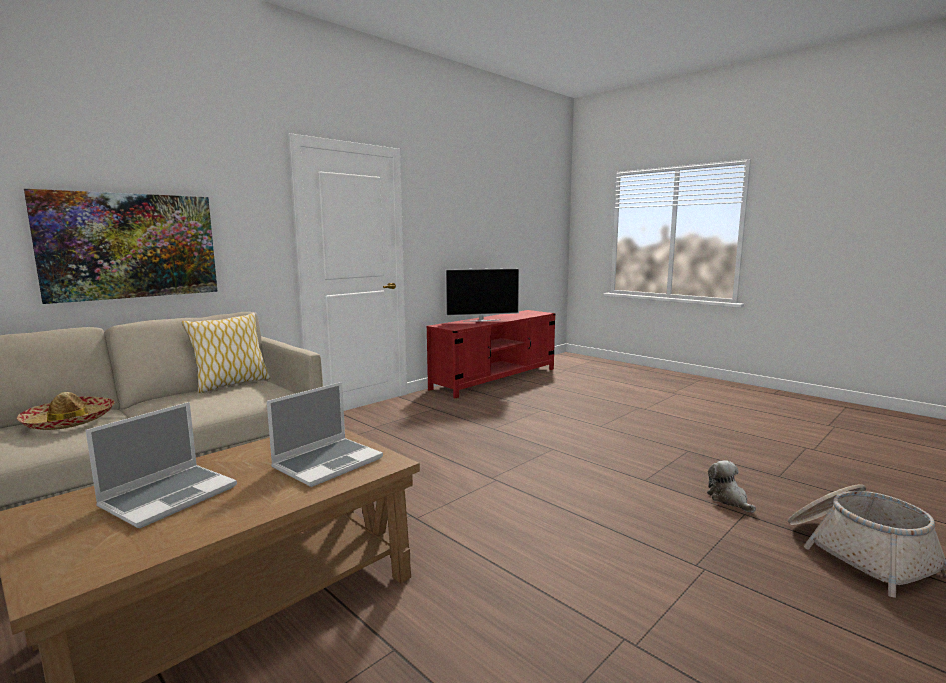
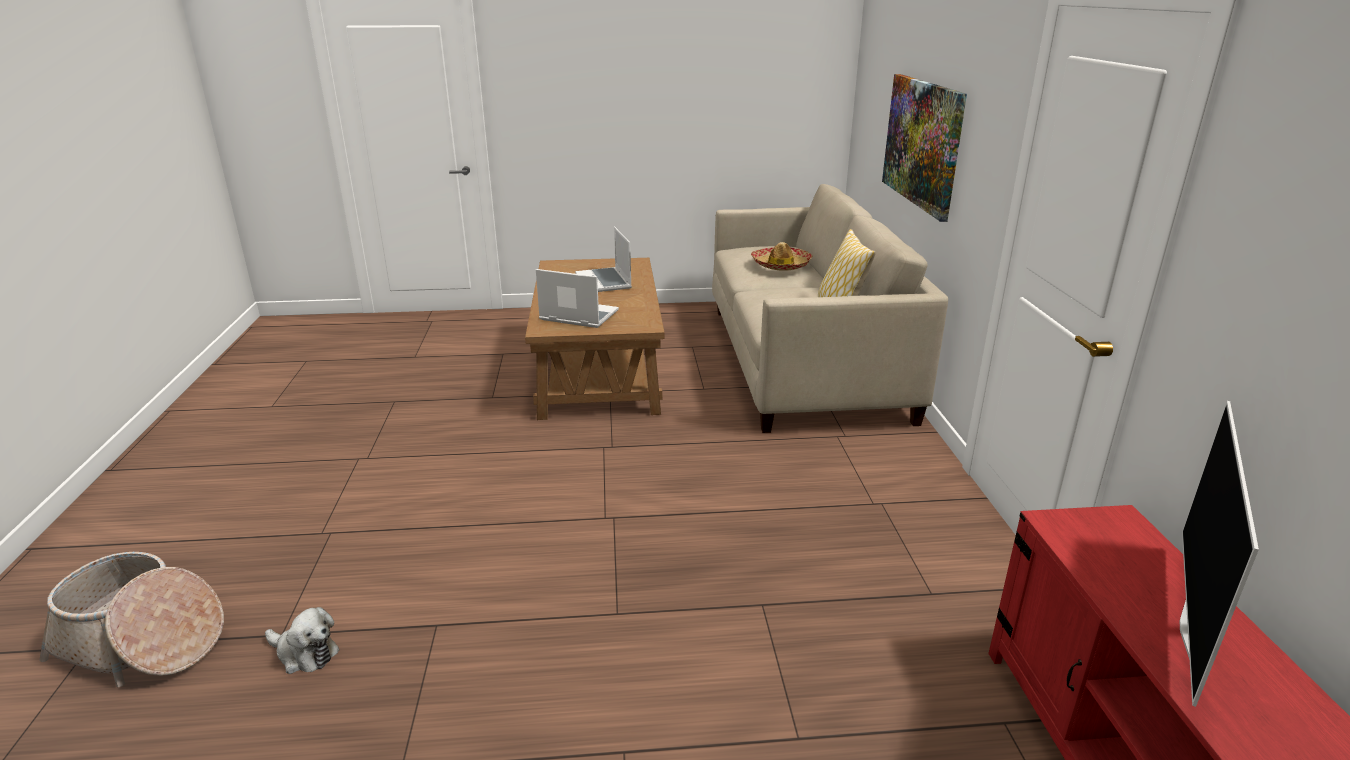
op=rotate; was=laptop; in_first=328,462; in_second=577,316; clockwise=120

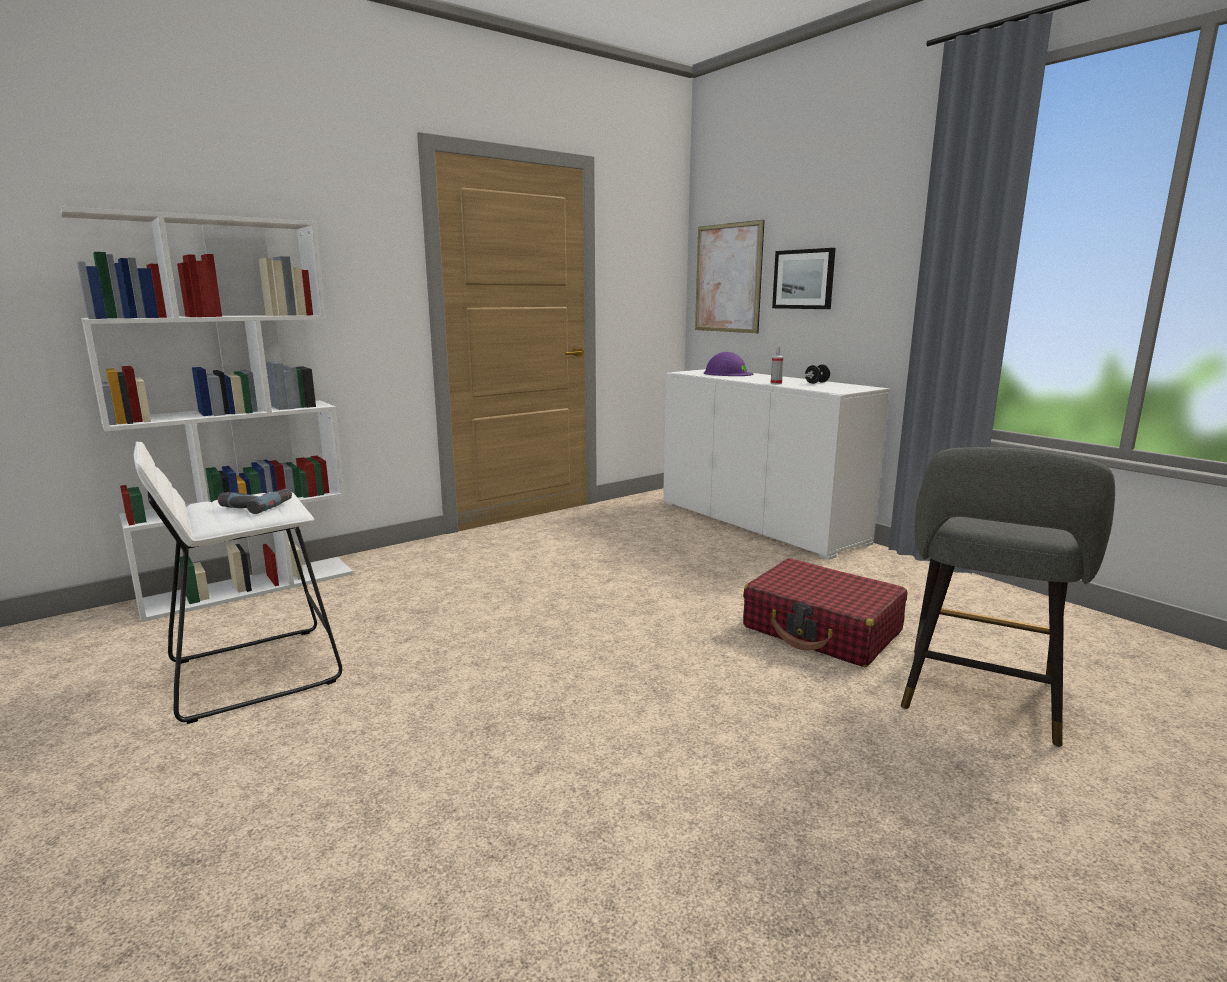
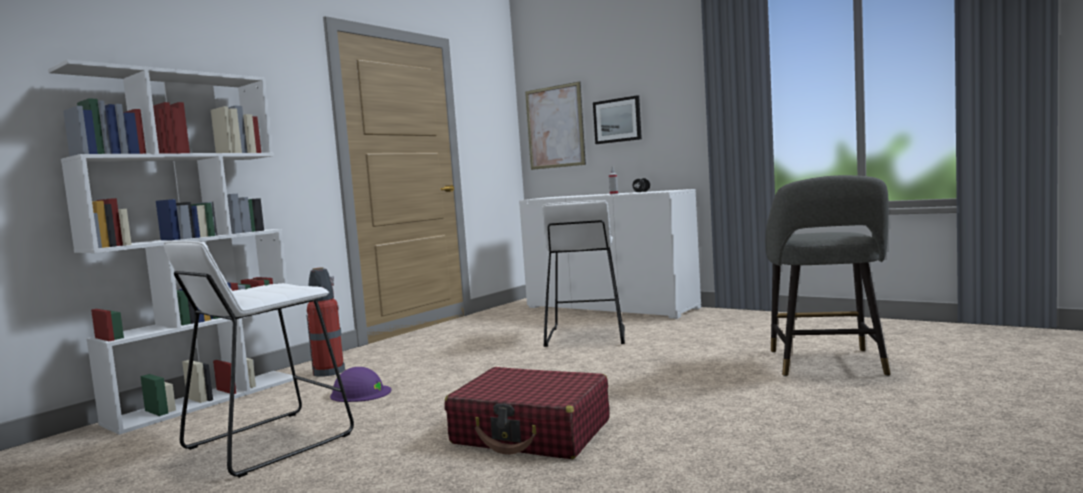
op=insert; now=fire-fighting cylinder; in_second=329,372
op=move; was=purple-coloured safety helmet; in_first=727,373; in_second=360,393
op=move; was=reddish travel case; in_first=822,630; in_second=532,432
op=insert; now=white sitting stool; in_second=585,336
op=delete; was=electric drill; in_first=255,505

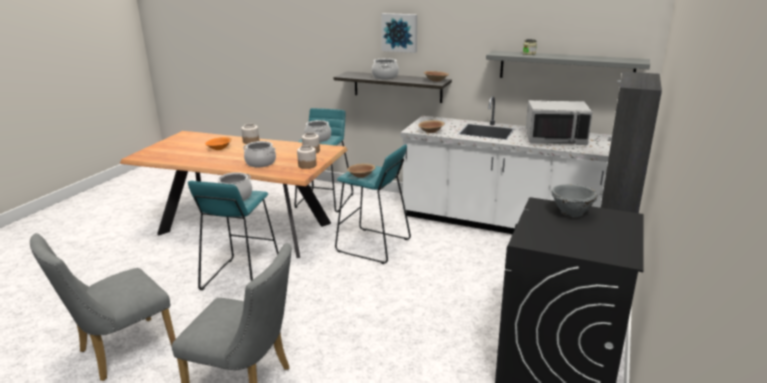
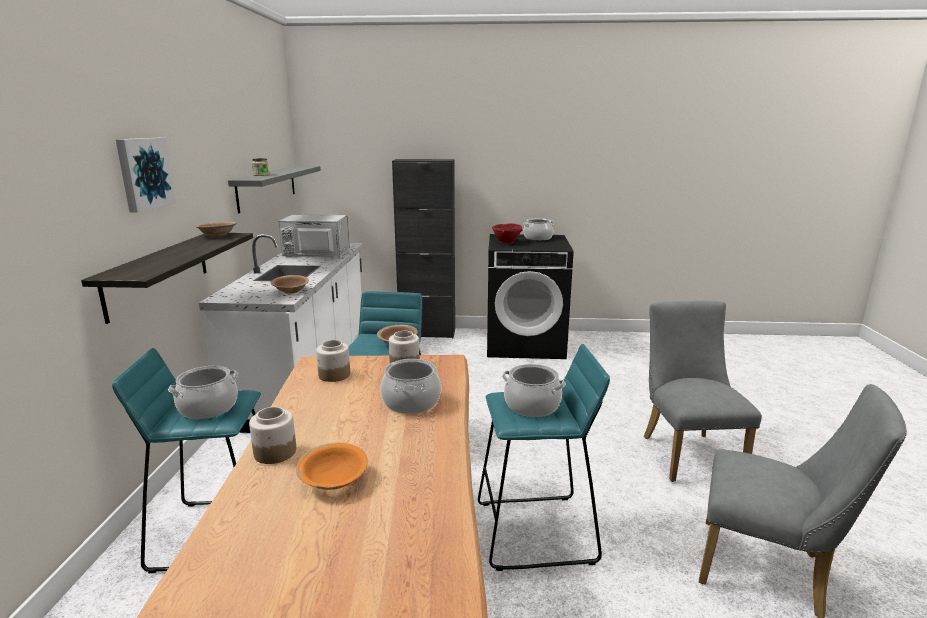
op=rotate; was=greyish microwave oven; in_first=555,139; in_second=316,254; clockwise=-75
op=recolor; was=greyish bowl; now=reddish bowl; in_first=571,213; in_second=506,242
op=move; was=stockpot; in_first=385,77; in_second=538,238

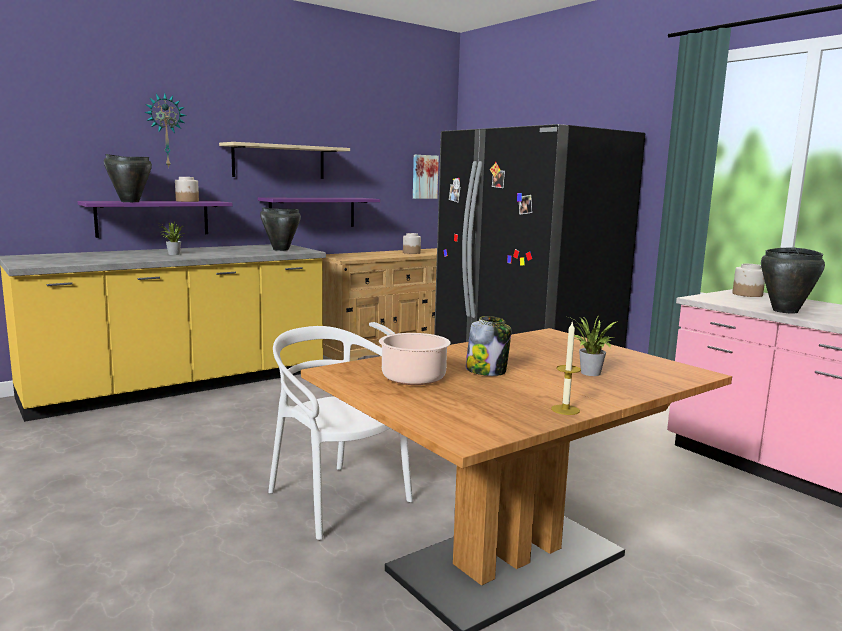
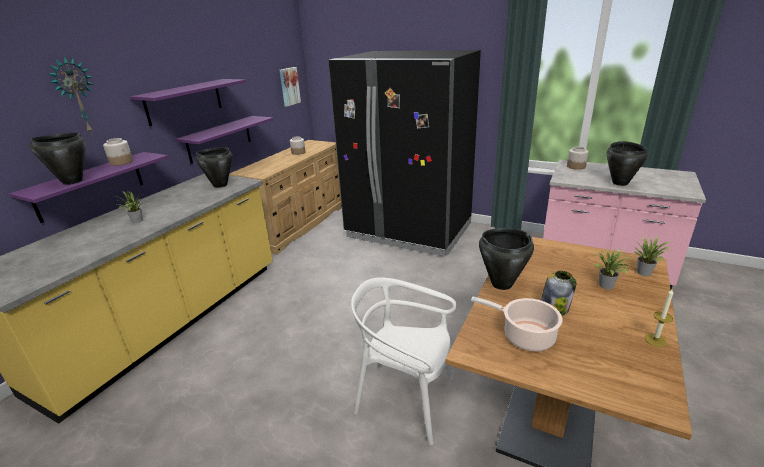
op=recolor; was=beige-coloured wall shelf; now=purple-coloured wall shelf; in_first=279,161; in_second=184,101
op=insert; now=black-coloured stockpot; in_second=501,284
op=insert; now=potted plant; in_second=644,272

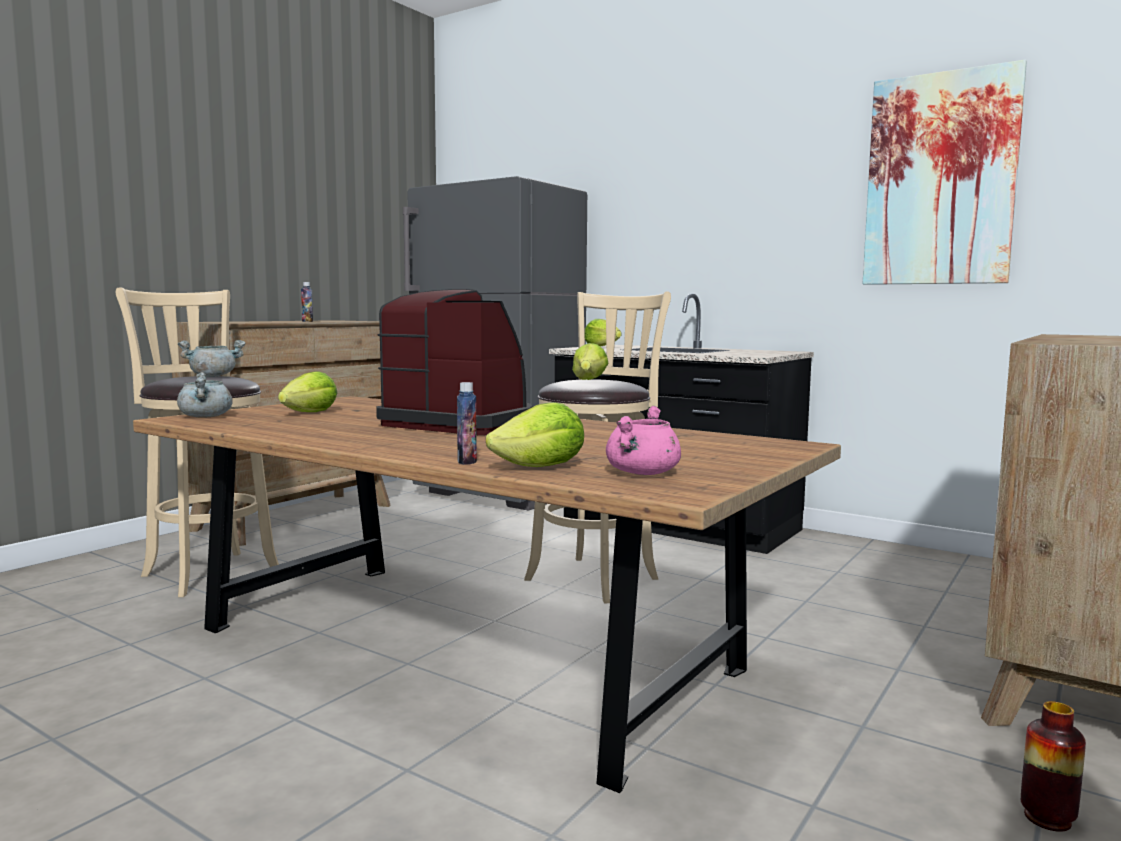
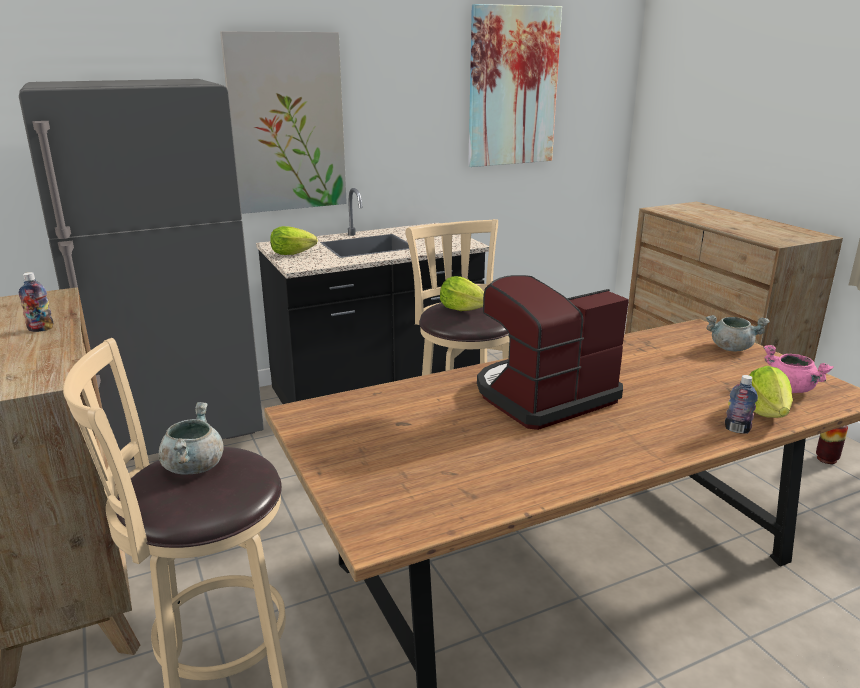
op=insert; now=wall art; in_second=287,123
op=move; was=greyish stockpot; in_first=206,417; in_second=731,348
op=delete; was=head of lettuce; in_first=310,413

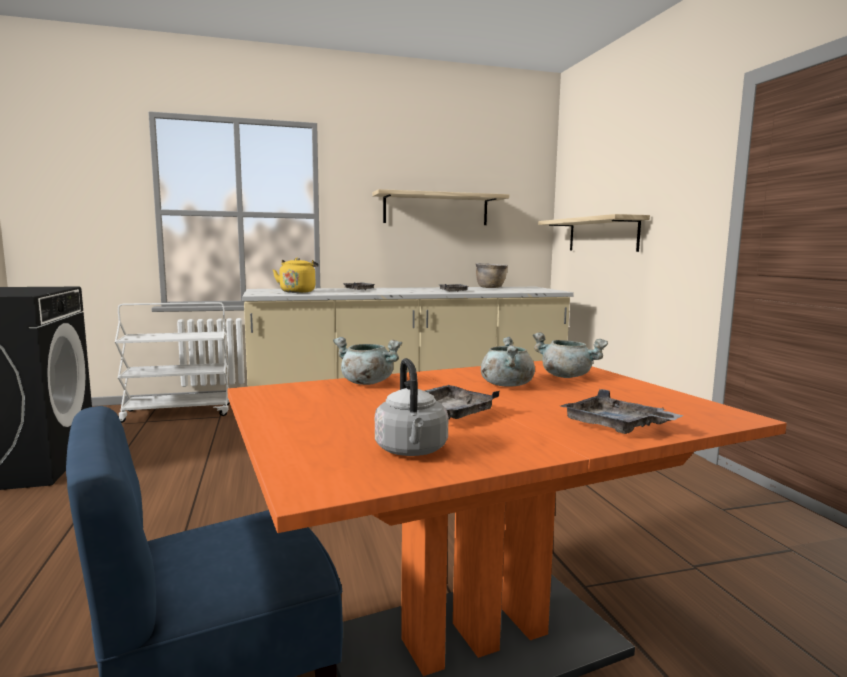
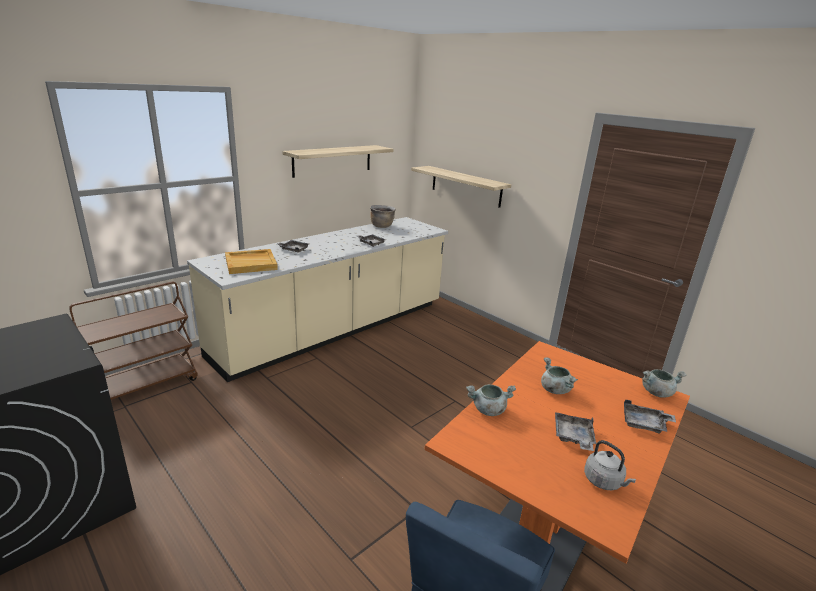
op=recolor; was=white cart; now=brownish cart; in_first=179,413; in_second=144,386
op=replace; was=yellow kettle; now=beige-coloured serving tray; in_first=298,291; in_second=251,263
op=move; was=greyish stockpot; in_first=567,376; in_second=657,392

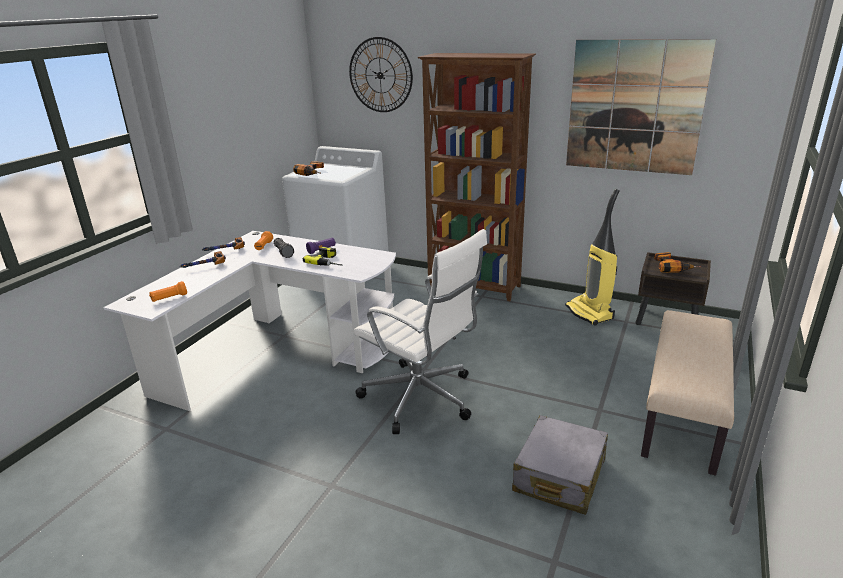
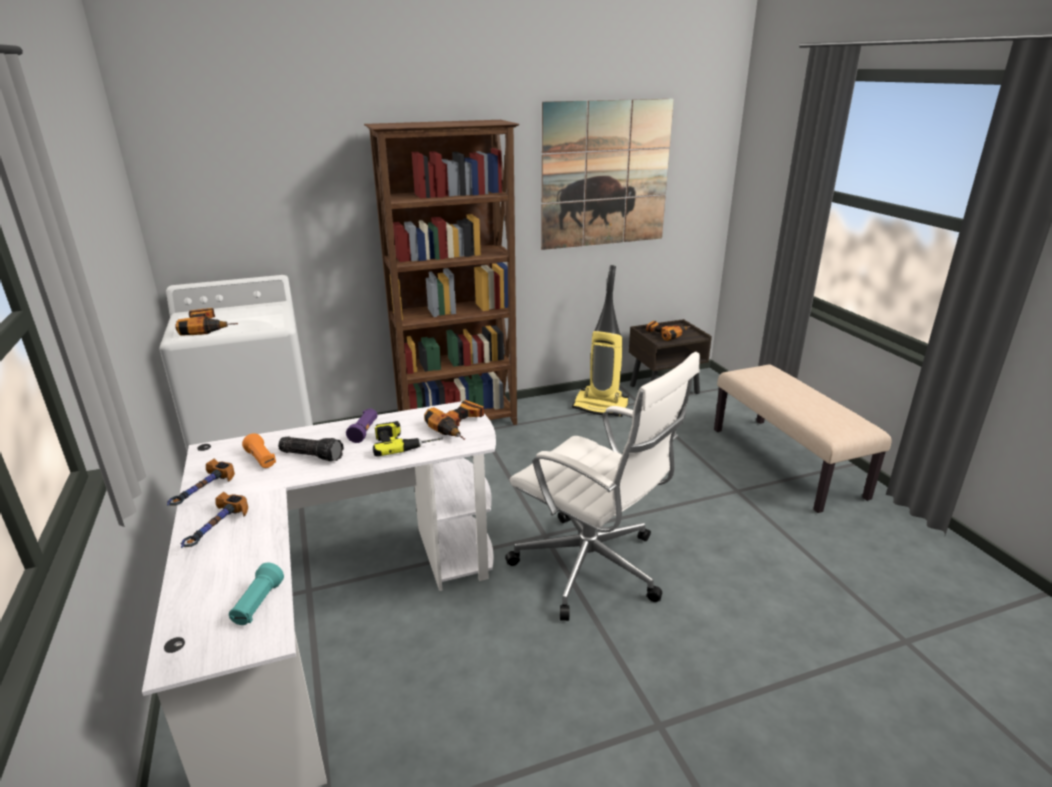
op=recolor; was=orange flashlight; now=blue-green flashlight; in_first=169,298; in_second=258,604
op=insert; now=electric drill; in_second=459,426
op=rotate; was=white desk chair; in_first=421,399; in_second=592,569; clockwise=45
op=delete; was=wall clock; in_first=380,75
op=delete; was=greyish travel case; in_first=559,476

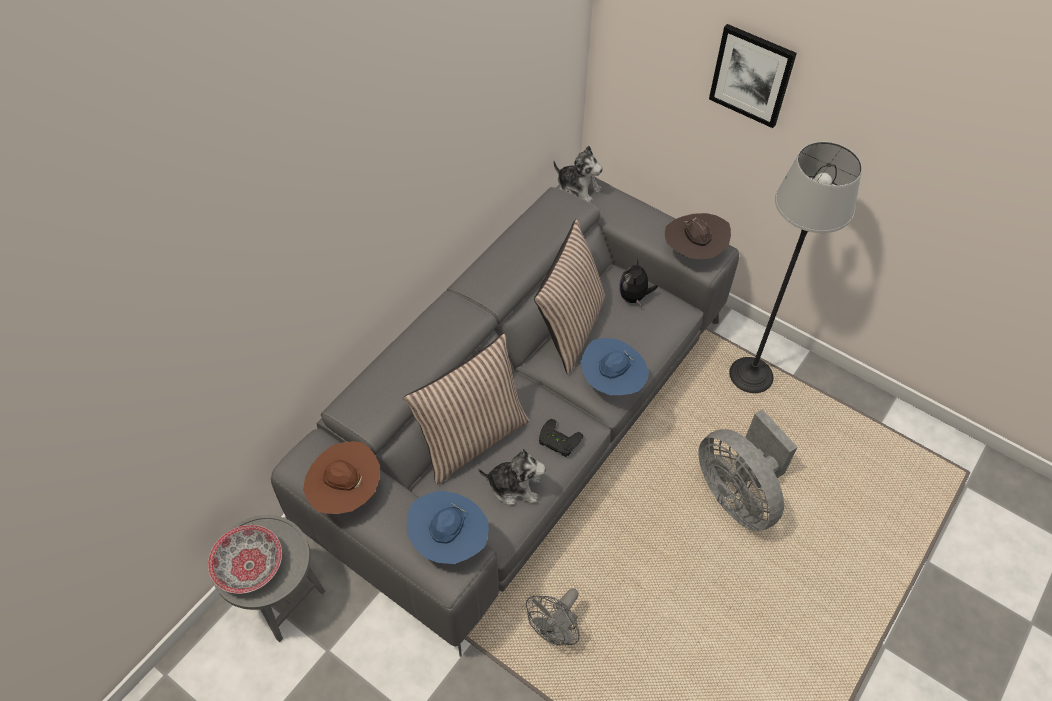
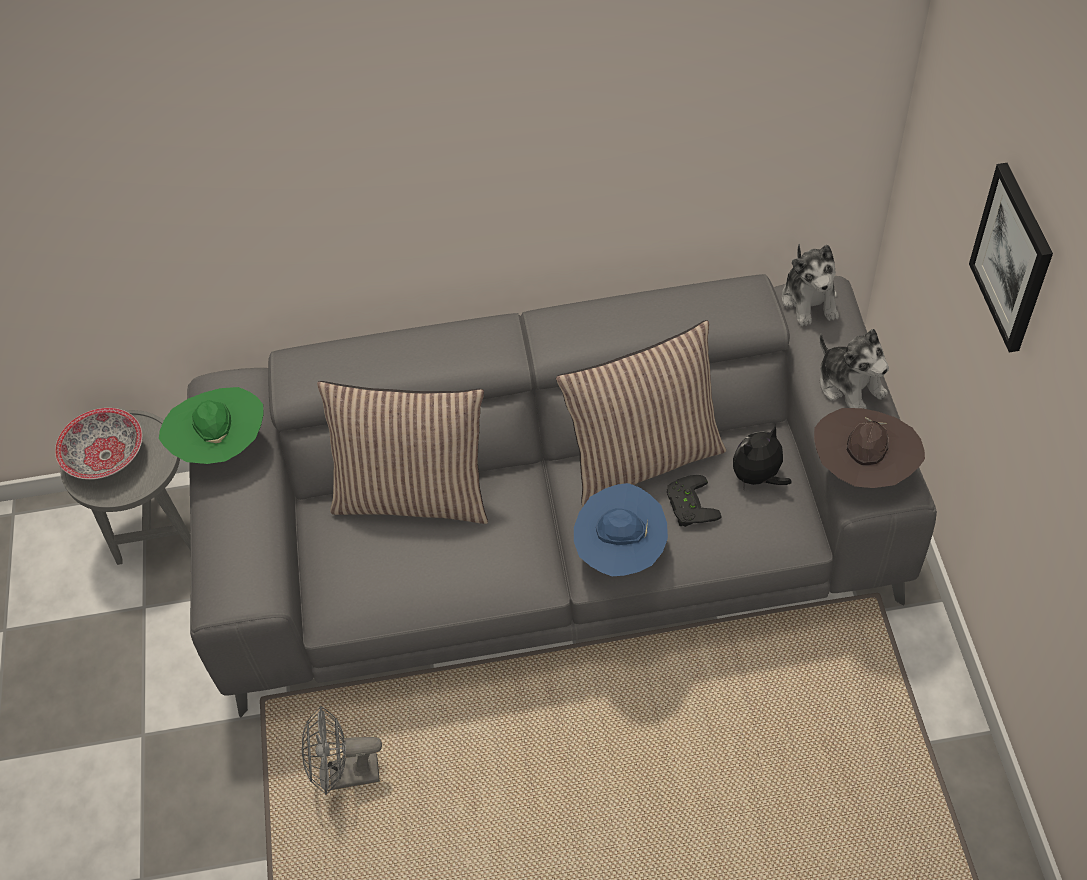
op=recolor; was=brownish hat; now=green-coloured hat; in_first=346,492; in_second=222,446
op=move; was=black-coloured gamepad; in_first=557,441; in_second=688,505
op=move; was=cuddly toy; in_first=514,486; in_second=850,385
op=delete; was=blue hat; in_first=449,540
op=delete; was=greyish cooling fan; in_first=737,494
op=delete; was=floor lamp; in_first=751,375

